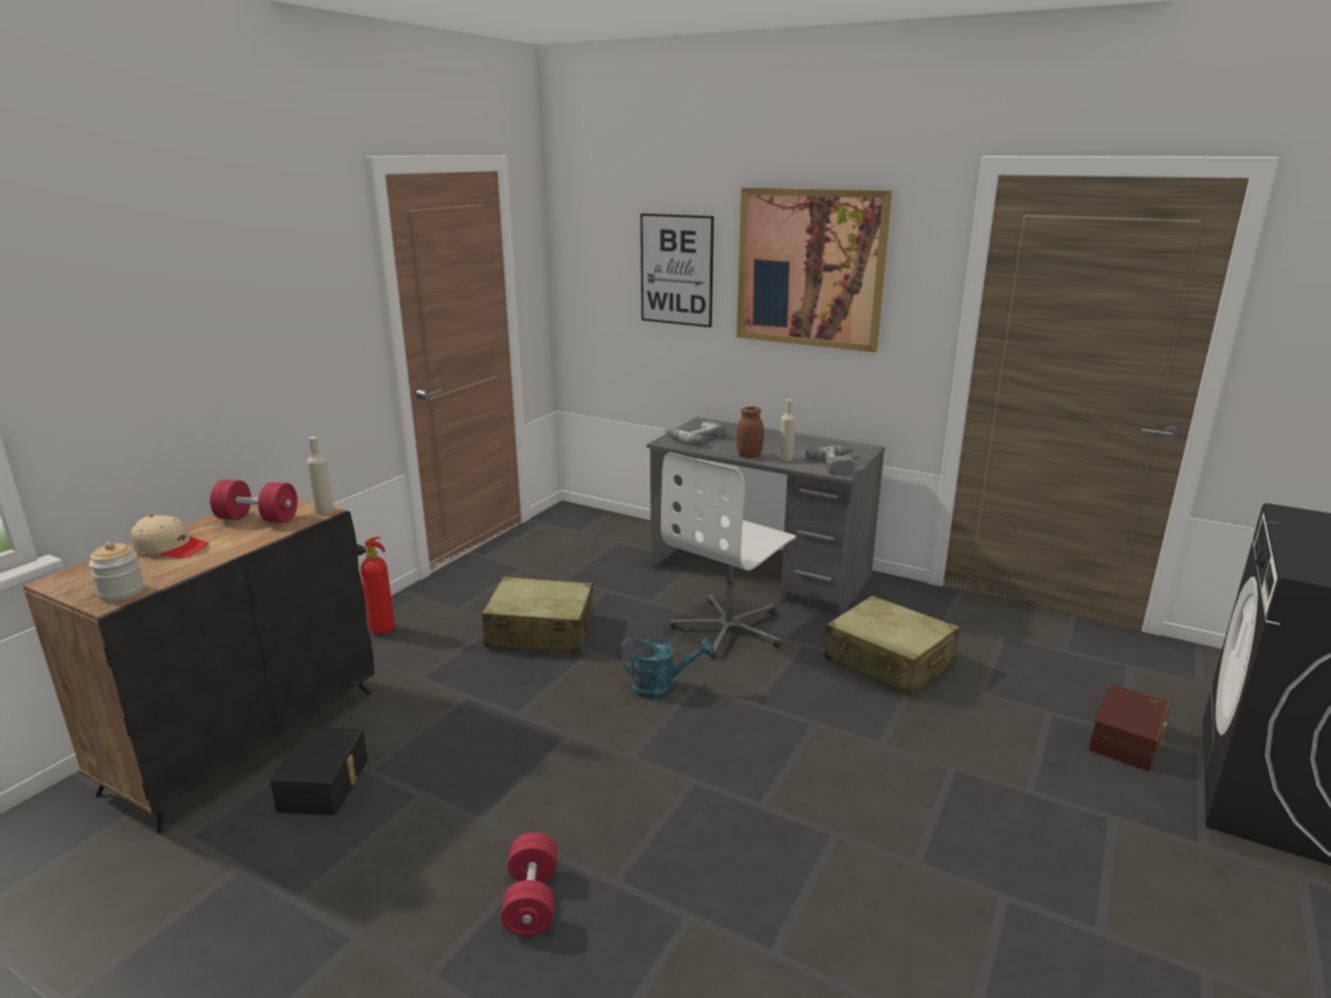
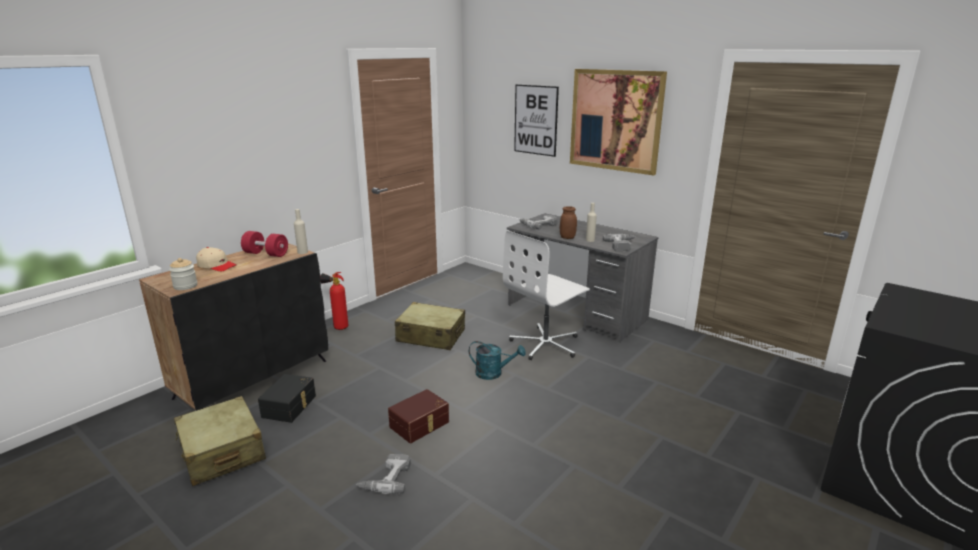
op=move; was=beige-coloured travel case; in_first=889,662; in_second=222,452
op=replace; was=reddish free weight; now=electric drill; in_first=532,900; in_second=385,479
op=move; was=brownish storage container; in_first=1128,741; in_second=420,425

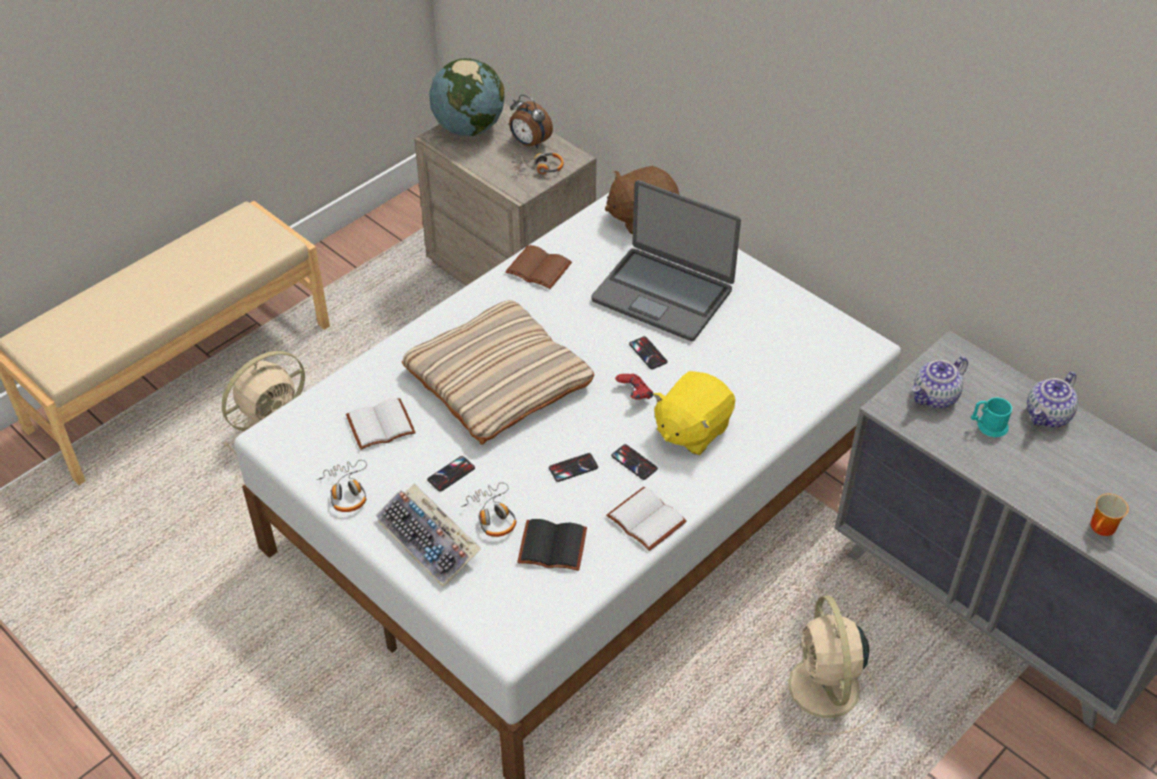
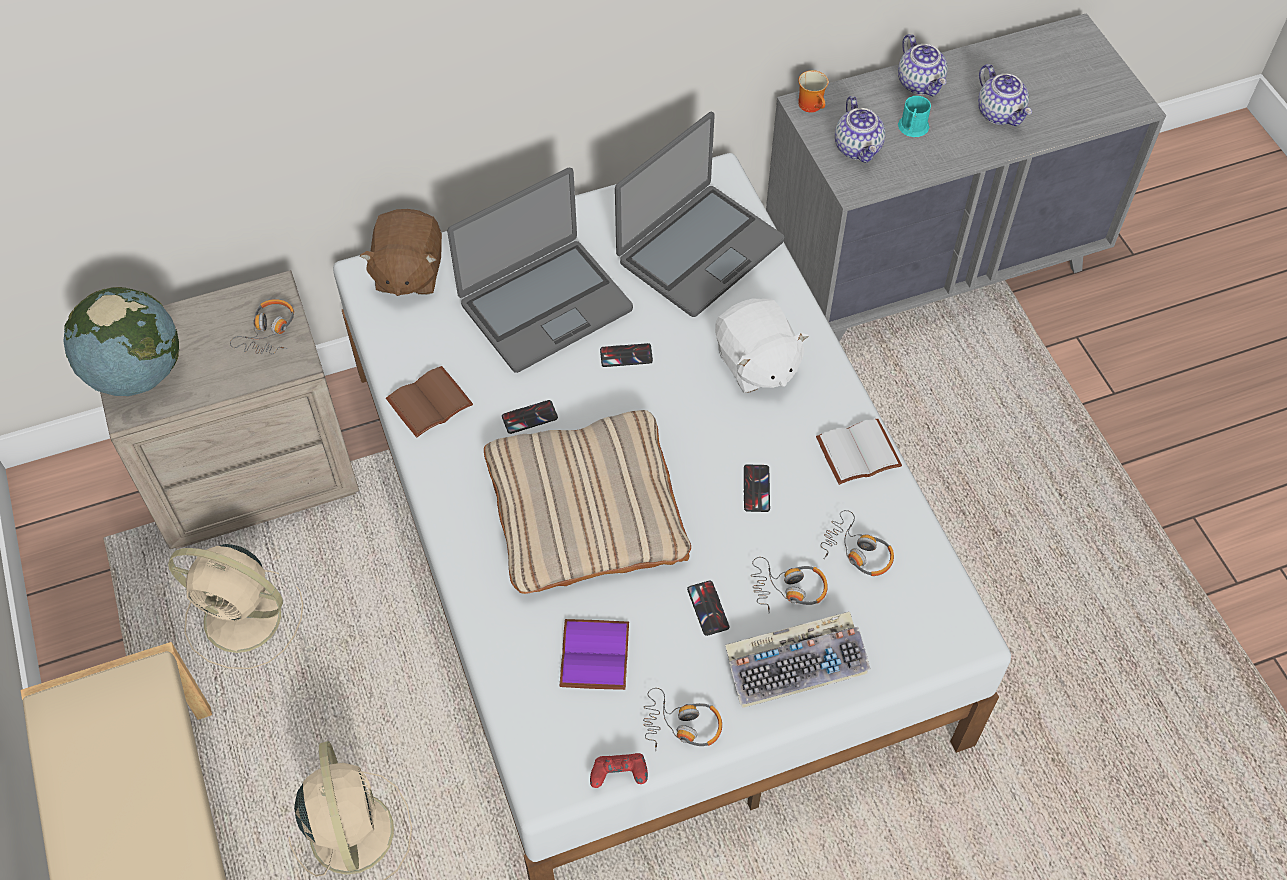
op=move; was=beige-coloured cooling fan; in_first=824,690; in_second=246,619
op=move; was=handset; in_first=634,462; in_second=529,417
op=recolor; was=white book; now=purple-coloured book; in_first=381,424; in_second=592,654
op=move; was=reddish gamepad; in_first=634,394; in_second=619,776
op=insert; now=laptop; in_second=699,250
op=recolor; was=yellow cuddly toy; now=white cuddly toy; in_first=691,430; in_second=756,364
op=move; was=mug; in_first=1103,529; in_second=813,105
op=replace; was=black-coloured book; now=pair of headphones; in_first=551,548; in_second=857,551
op=insert; now=pot for tea; in_second=1000,113
op=delete; was=bedside clock; in_first=529,143

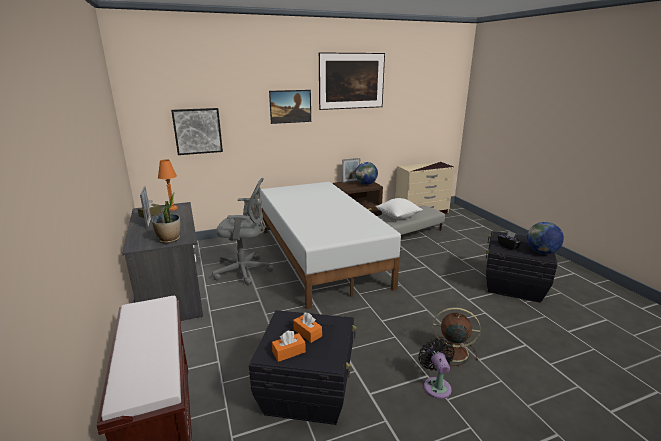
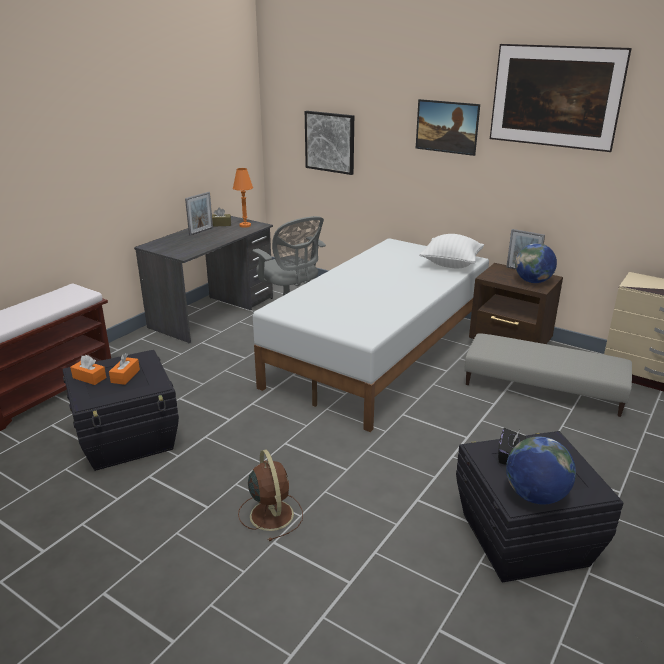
op=move; was=white cushion; in_first=398,217; in_second=451,264
op=delete; was=potted plant; in_first=169,239
op=delete; was=black-coloured cooling fan; in_first=436,385

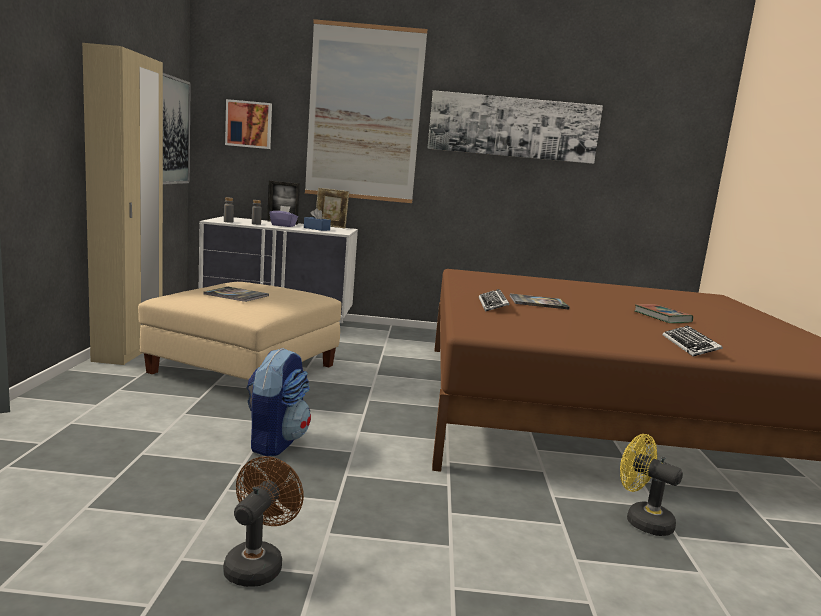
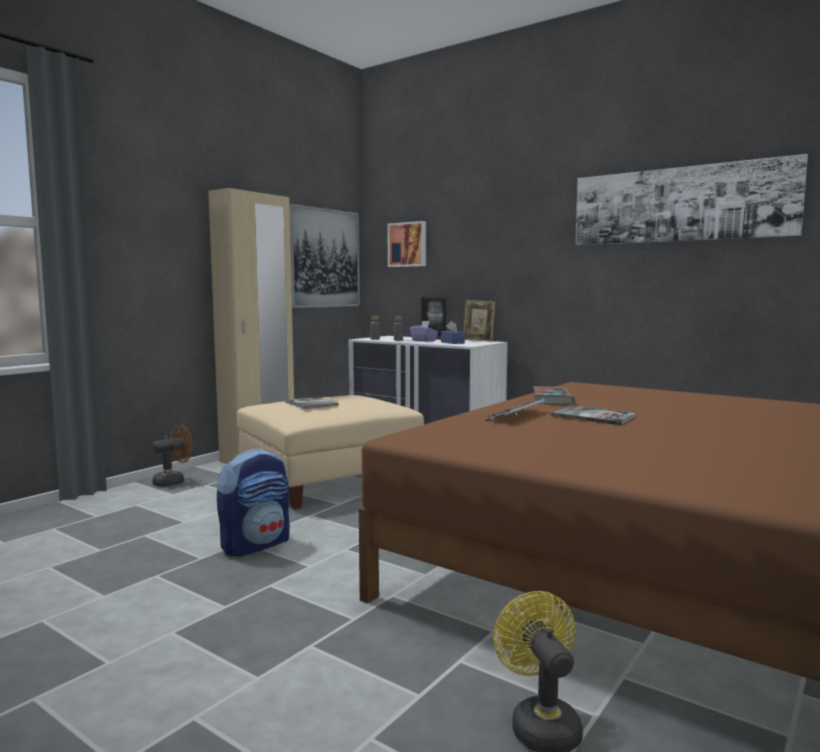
op=move; was=brownish cooling fan; in_first=257,563; in_second=173,481
op=move; was=book; in_first=662,317; in_second=552,400
op=delete; was=wall art; in_first=364,114
op=delete; was=keyboard; in_first=690,346

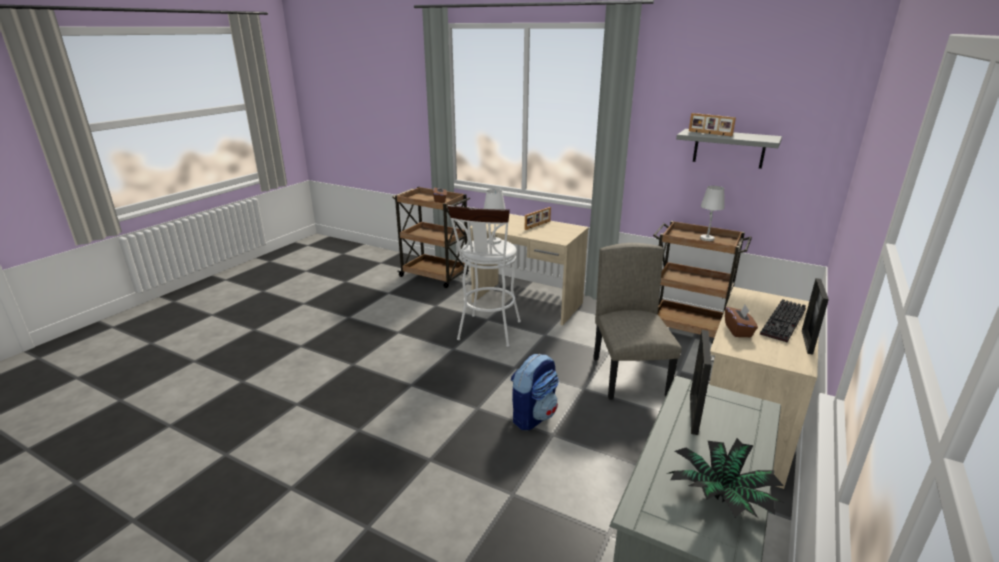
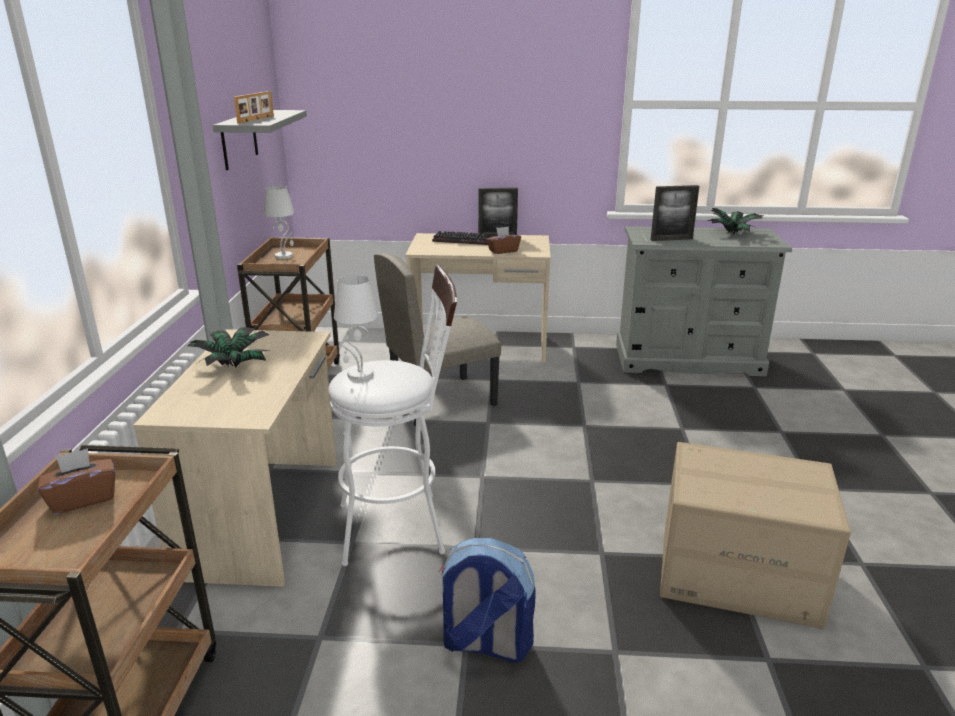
op=replace; was=photo frame; now=potted plant; in_first=538,225; in_second=232,365
op=move; was=knapsack; in_first=533,416; in_second=485,644
op=insert; now=cardboard box; in_second=738,573

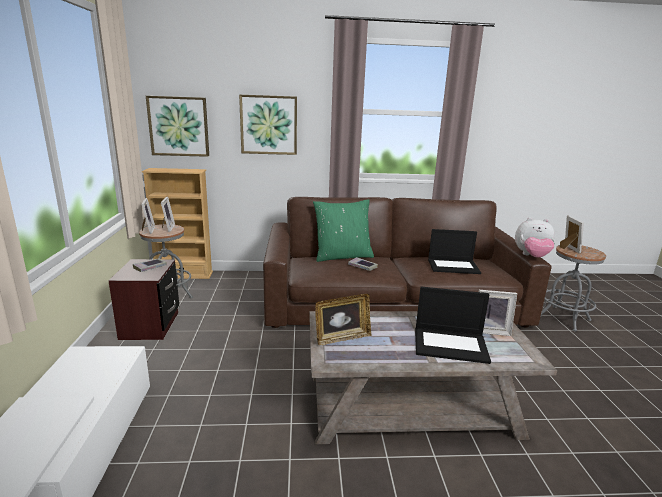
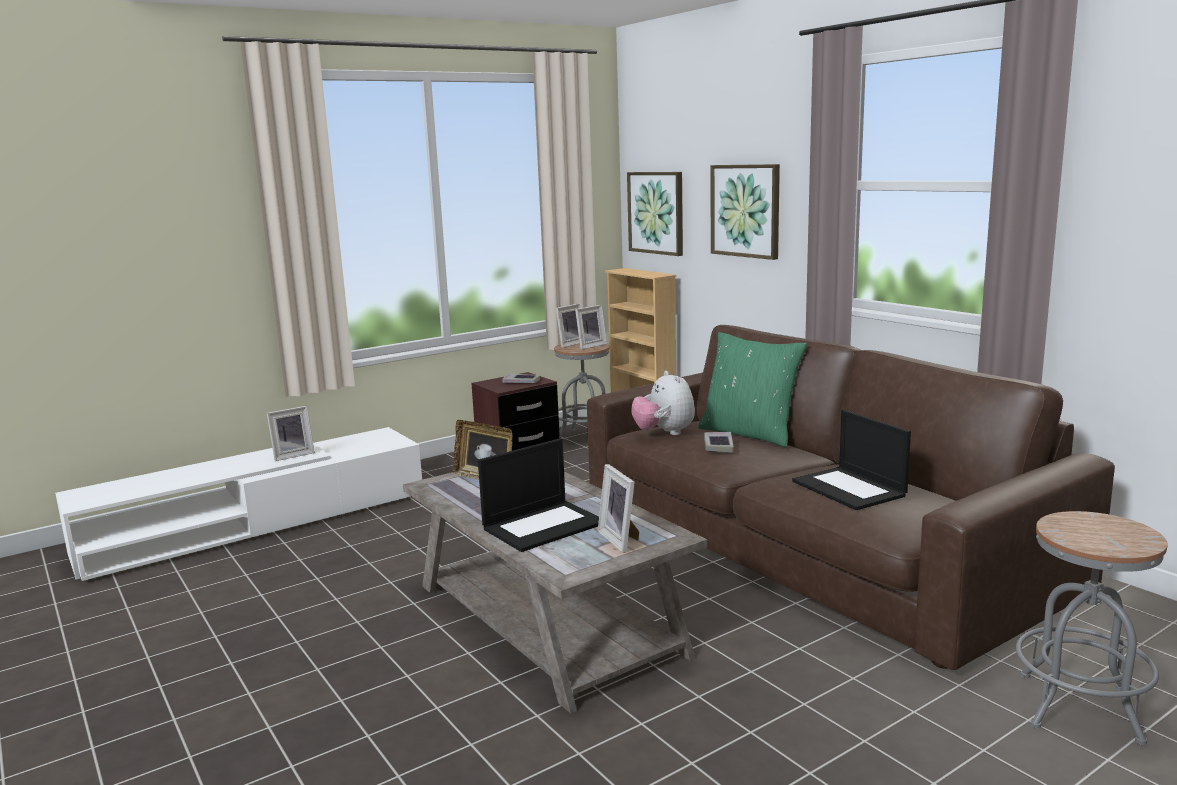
op=move; was=photo frame; in_first=567,249; in_second=292,455
op=rotate; was=laptop; in_first=451,344; in_second=544,525; clockwise=-105
op=move; was=cuddly toy; in_first=532,256; in_second=664,433

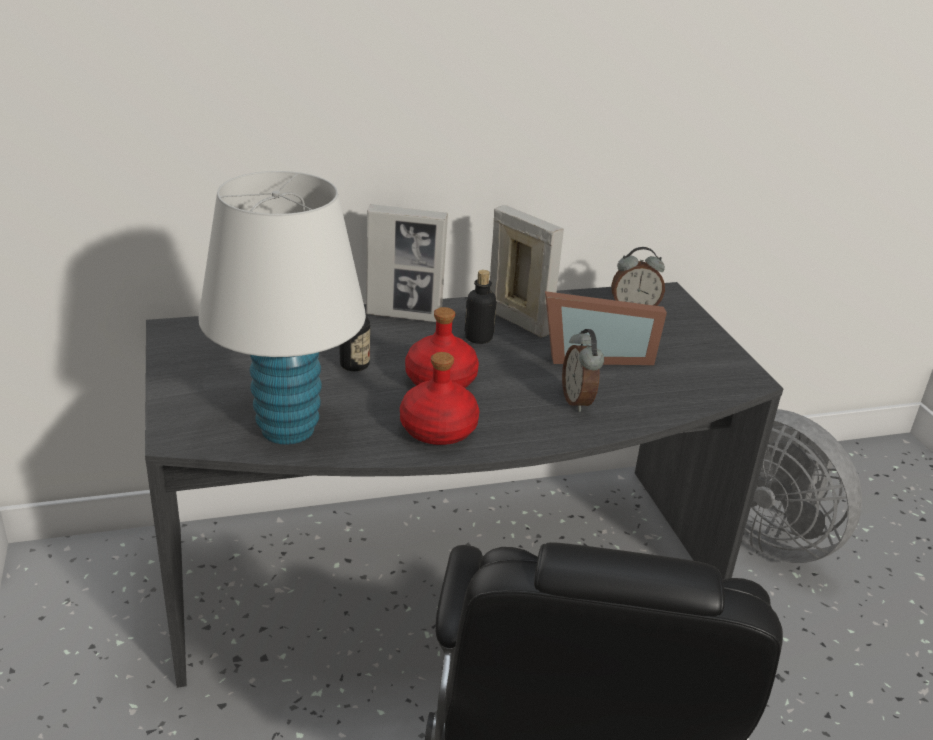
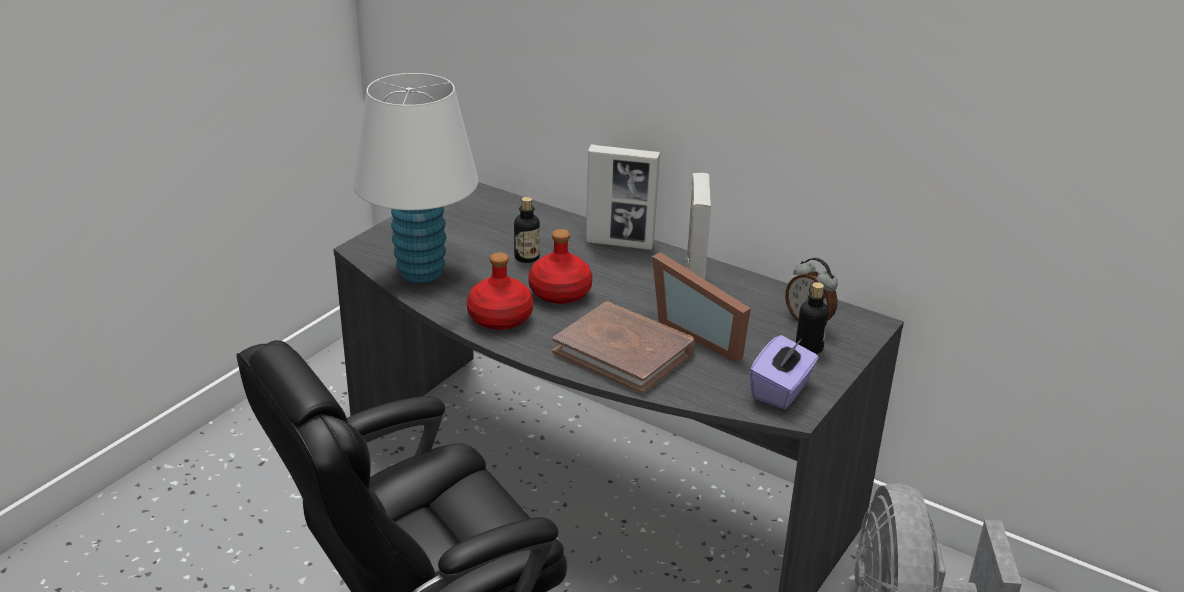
op=replace; was=bedside clock; now=brownish book; in_first=578,401; in_second=624,352
op=rotate; was=photo frame; in_first=404,315; in_second=620,243; clockwise=-45
op=insert; now=purple-coloured tissue box; in_second=781,390
op=move; was=drink bottle; in_first=478,337; in_second=809,348

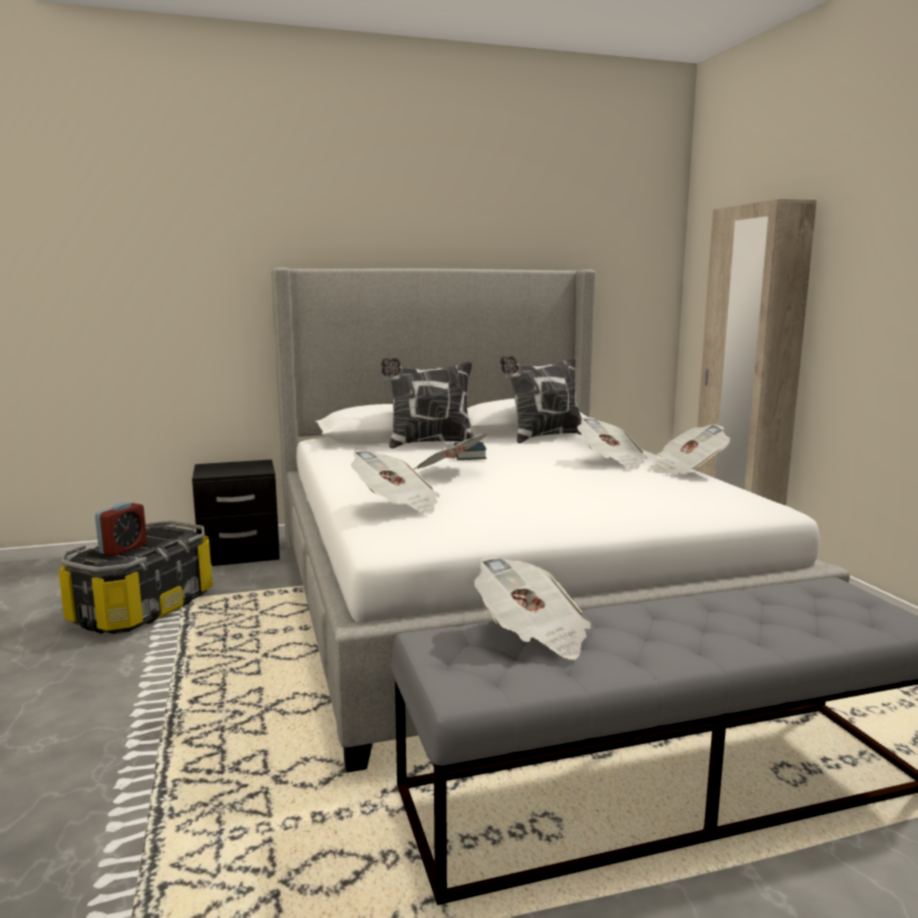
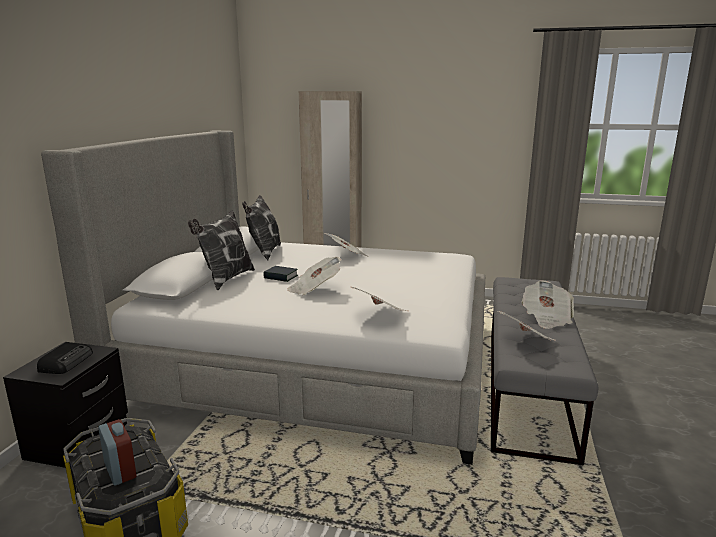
op=insert; now=radio; in_second=67,362
op=move; was=newspaper; in_first=686,470; in_second=546,318

